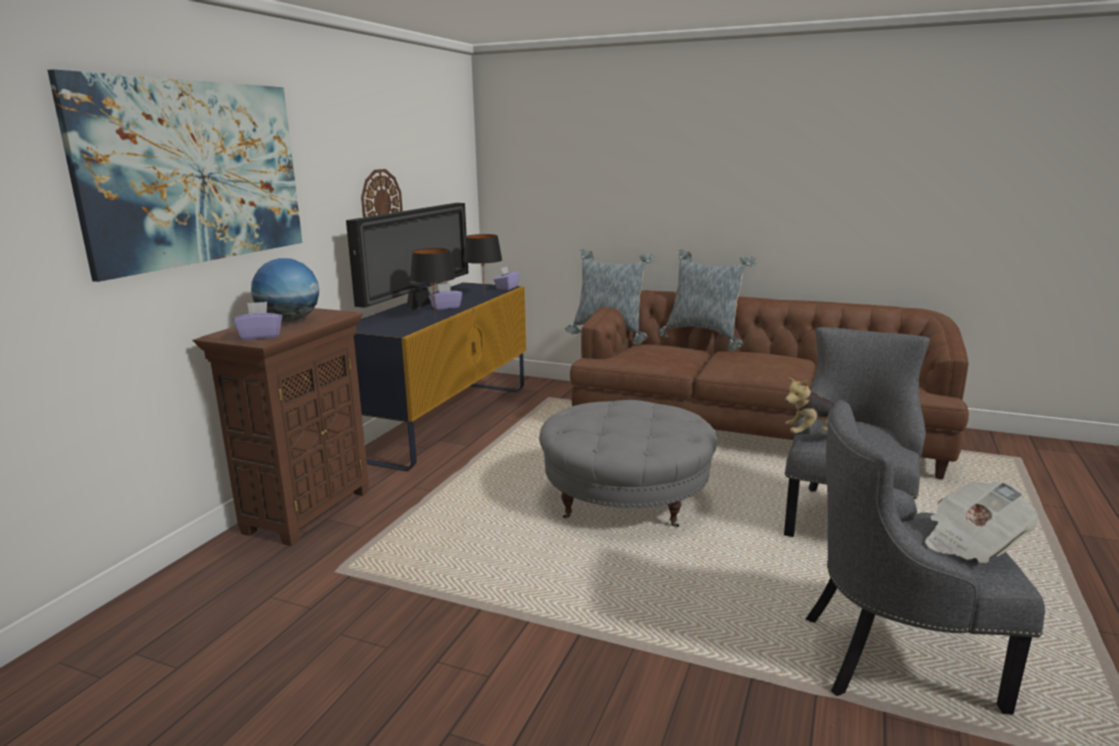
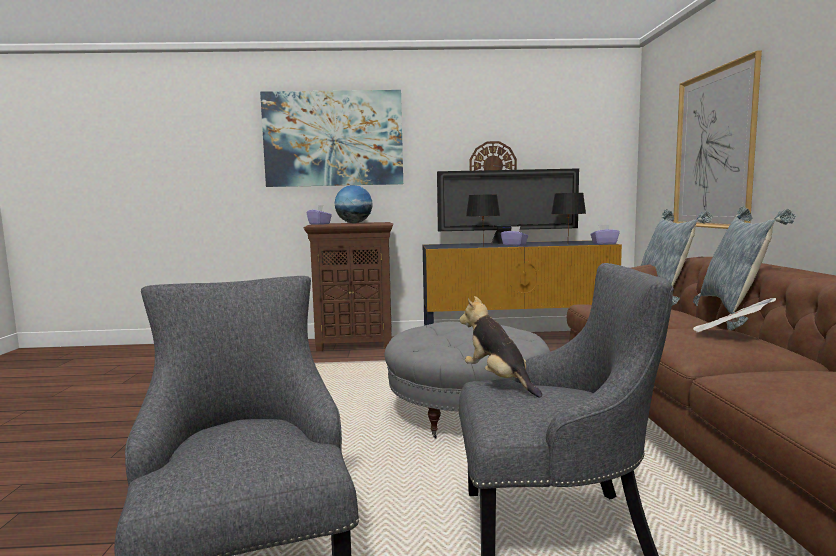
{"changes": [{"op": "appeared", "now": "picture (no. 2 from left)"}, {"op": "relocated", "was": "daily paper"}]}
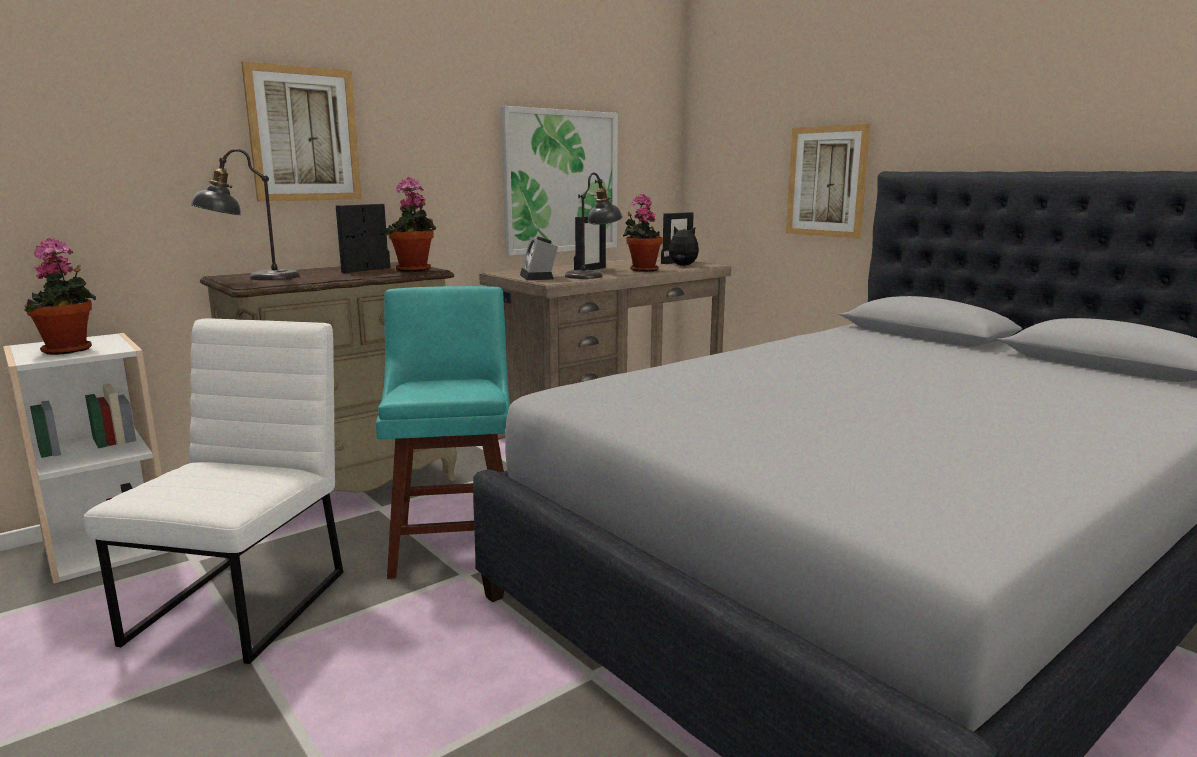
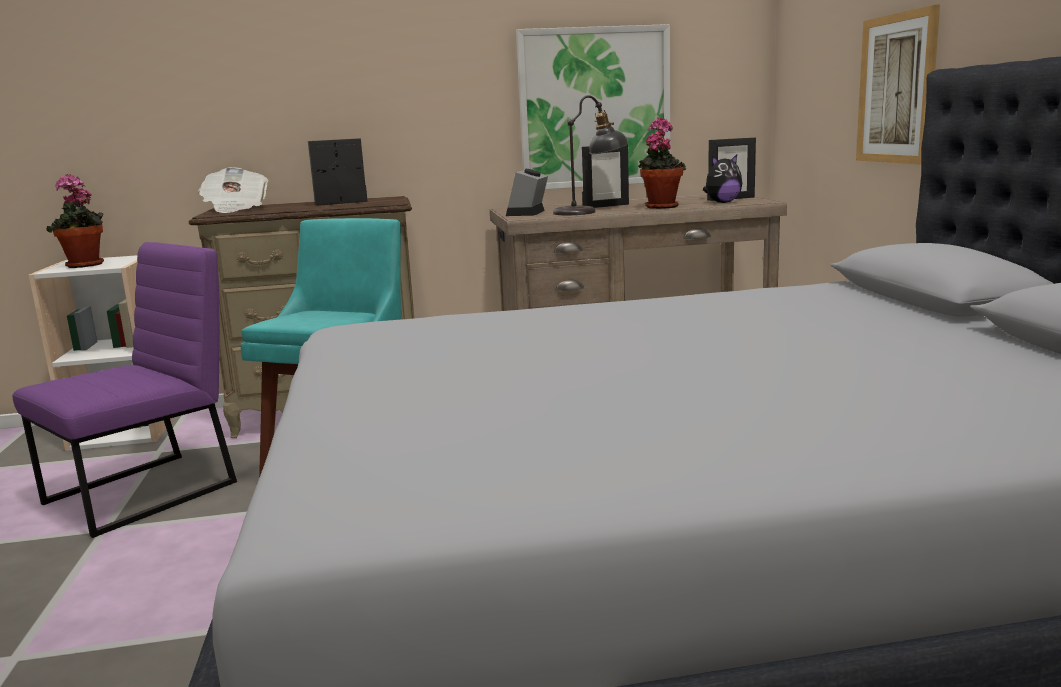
{"changes": [{"op": "colour", "was": "white-coloured chair", "now": "purple-coloured chair"}, {"op": "exchanged", "was": "greyish lamp for a table (no. 1 from left)", "now": "daily paper"}, {"op": "spun", "was": "plush toy", "clockwise": 105}, {"op": "missing", "was": "picture (no. 1 from left)"}, {"op": "missing", "was": "potted plant (no. 2 from left)"}]}
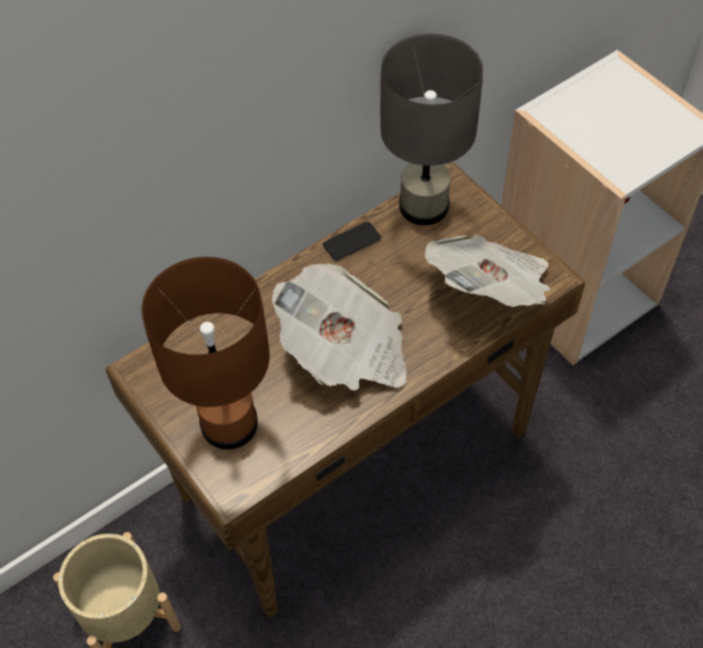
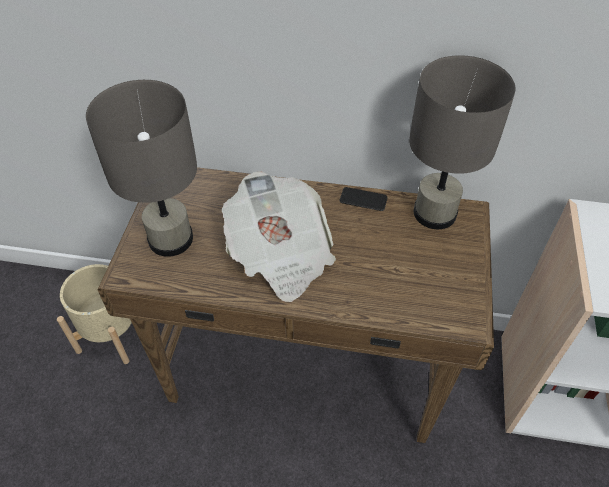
{"changes": [{"op": "colour", "was": "brownish lamp for a table", "now": "greyish lamp for a table (no. 1 from left)"}, {"op": "missing", "was": "daily paper (no. 2 from left)"}]}
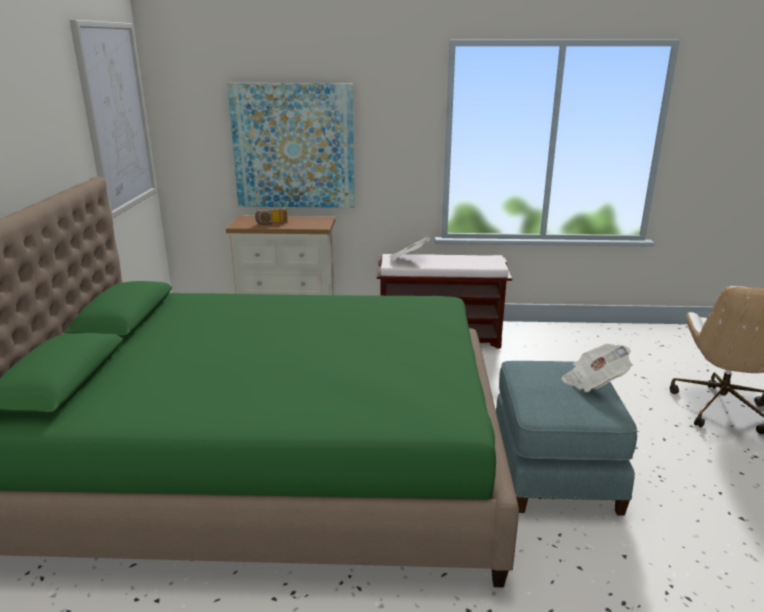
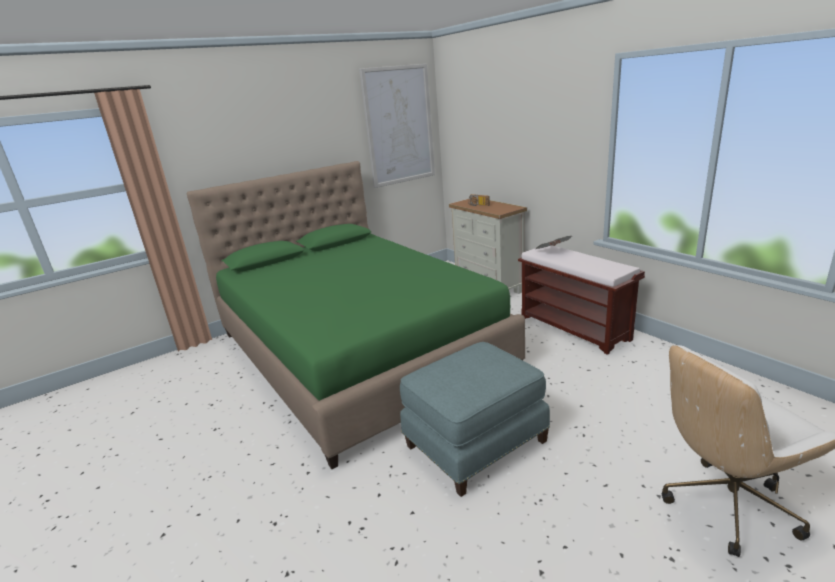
{"changes": [{"op": "missing", "was": "picture (no. 2 from left)"}, {"op": "missing", "was": "daily paper (no. 2 from left)"}]}
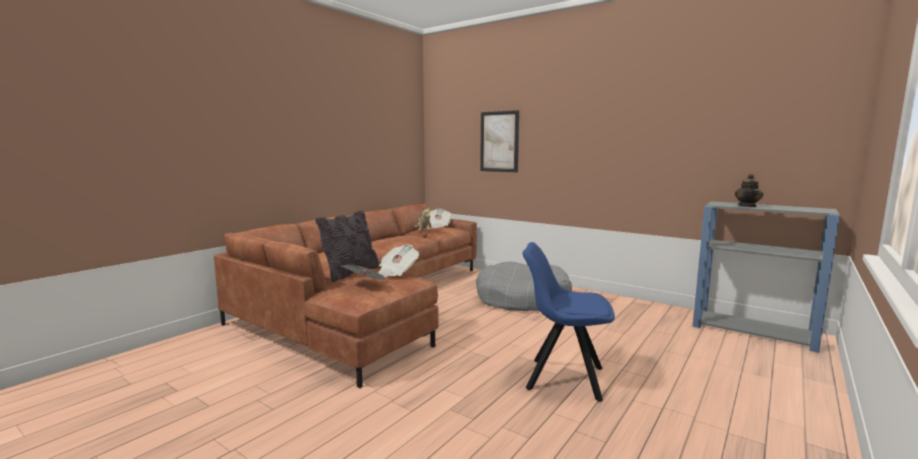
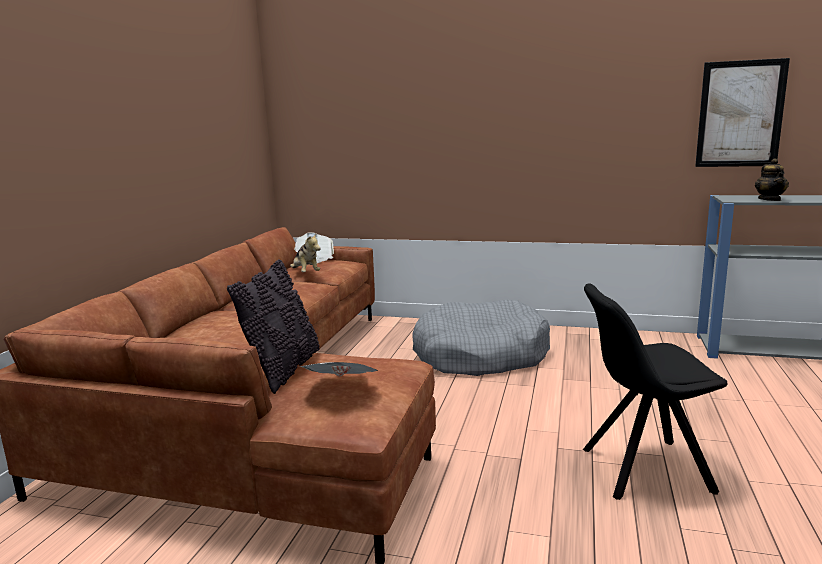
{"changes": [{"op": "colour", "was": "bluish chair", "now": "black-coloured chair"}, {"op": "relocated", "was": "picture"}, {"op": "missing", "was": "daily paper (no. 2 from left)"}]}
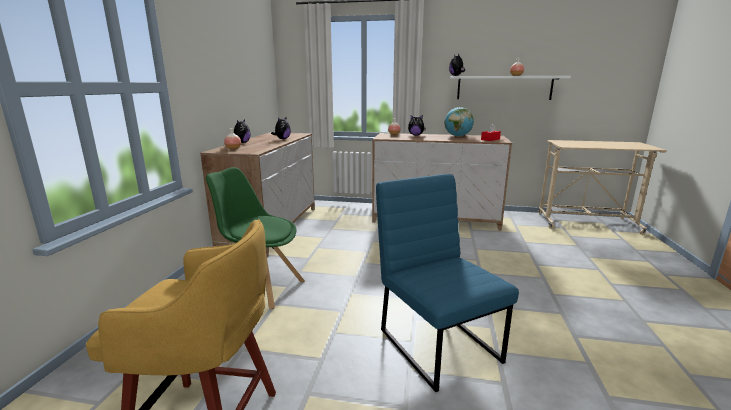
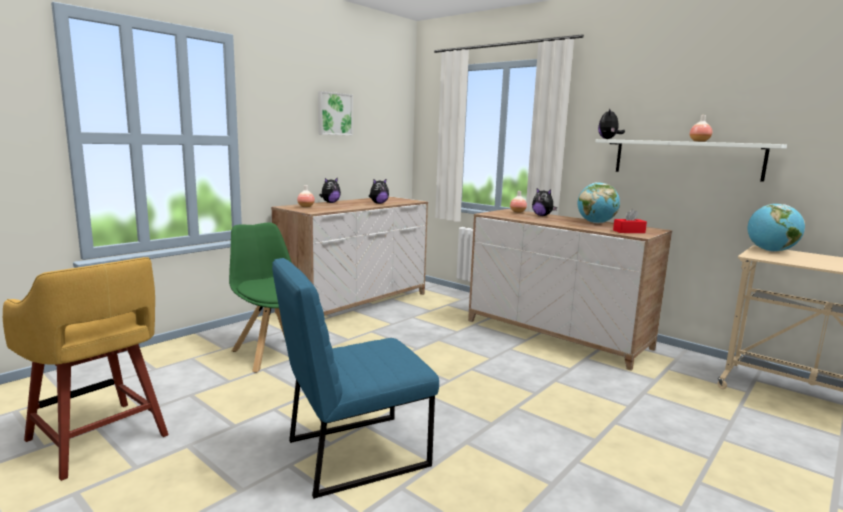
{"changes": [{"op": "spun", "was": "bluish chair", "clockwise": -120}, {"op": "appeared", "now": "picture"}, {"op": "appeared", "now": "world globe (no. 2 from left)"}]}
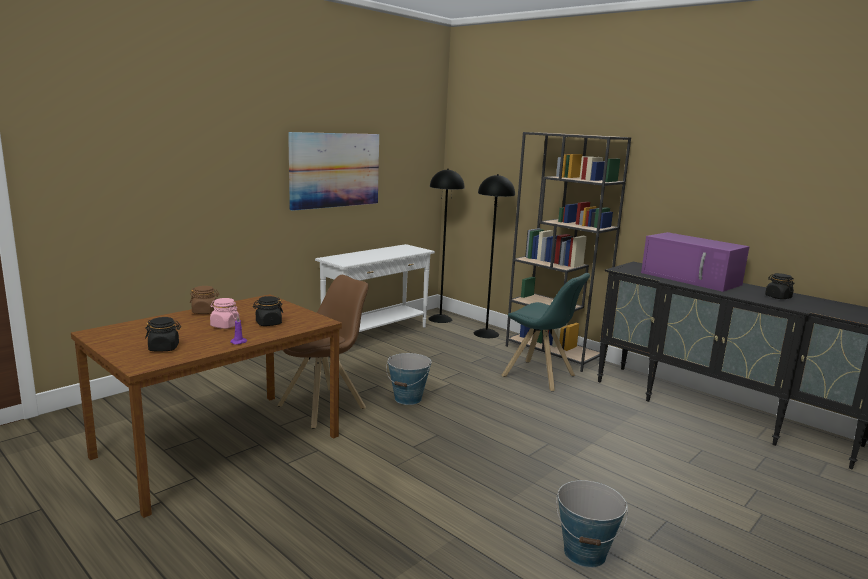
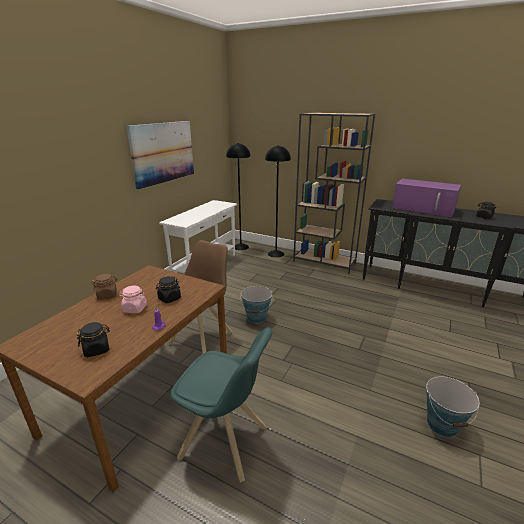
{"changes": [{"op": "relocated", "was": "blue-green chair"}]}
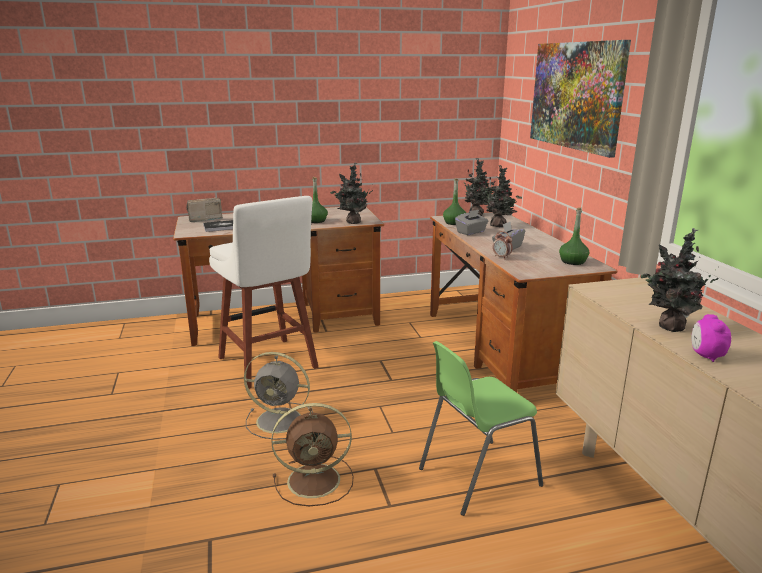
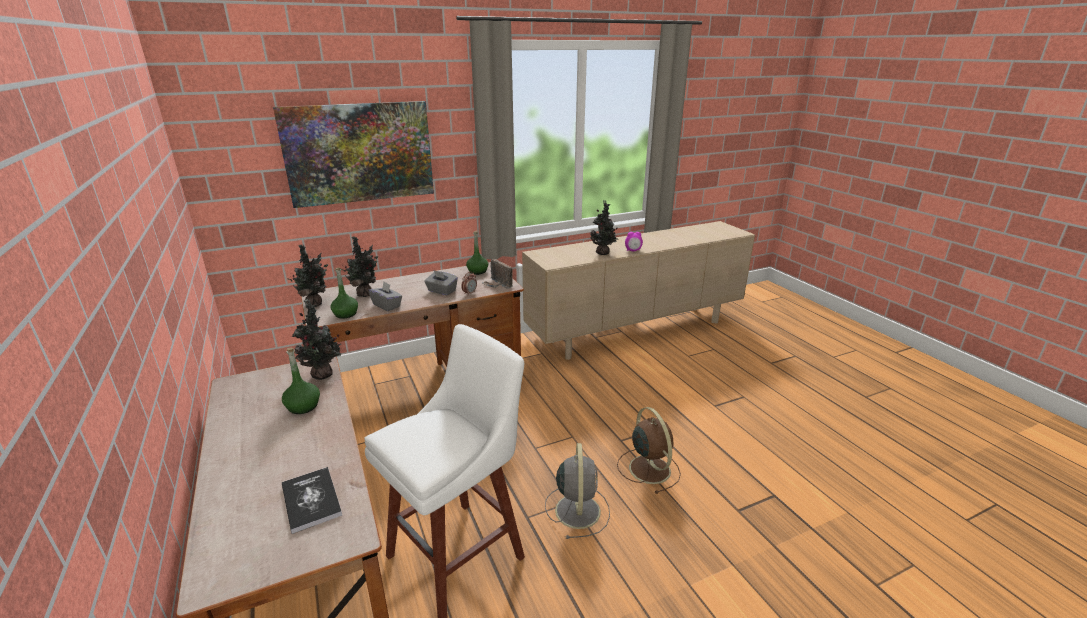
{"changes": [{"op": "relocated", "was": "radio"}, {"op": "missing", "was": "green-coloured chair"}]}
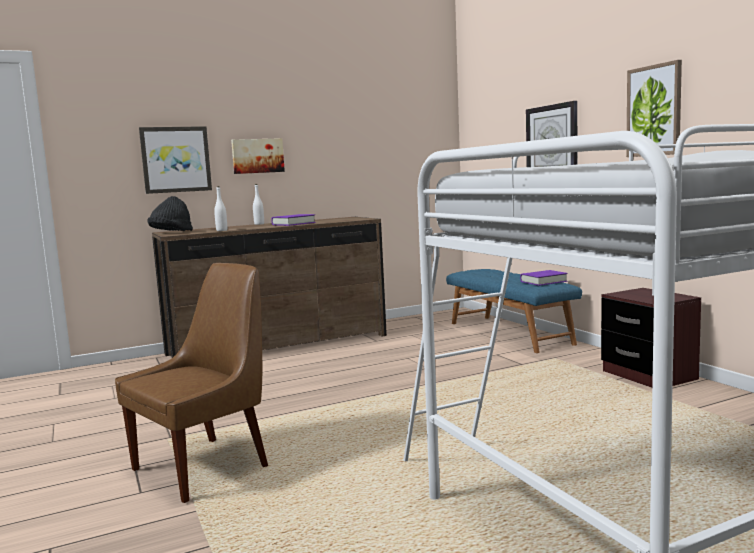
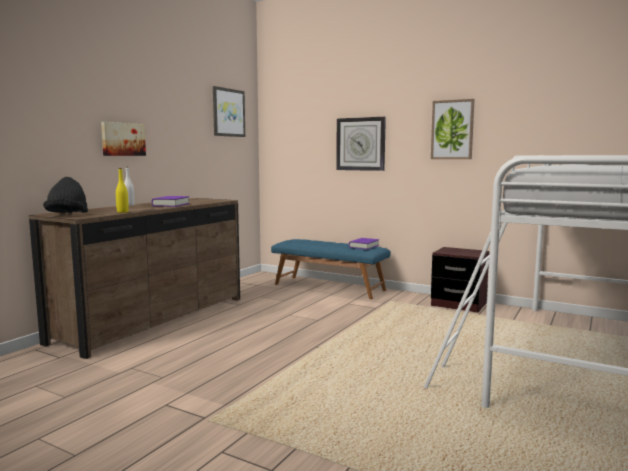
{"changes": [{"op": "colour", "was": "white-coloured drink bottle (no. 1 from left)", "now": "yellowish drink bottle"}, {"op": "relocated", "was": "picture (no. 1 from left in the first image)", "now": "picture (no. 2 from left)"}, {"op": "missing", "was": "brownish chair"}]}
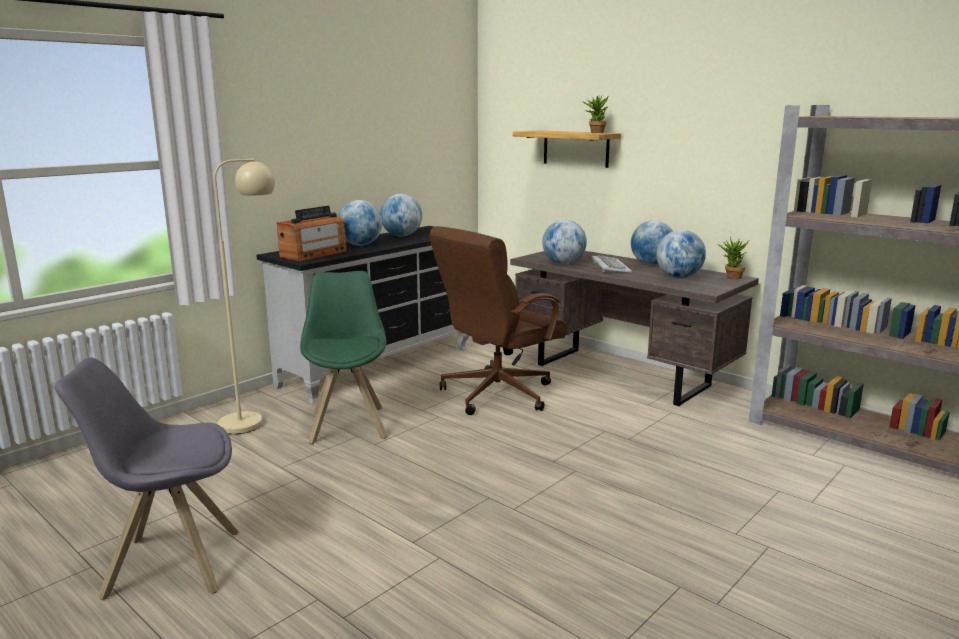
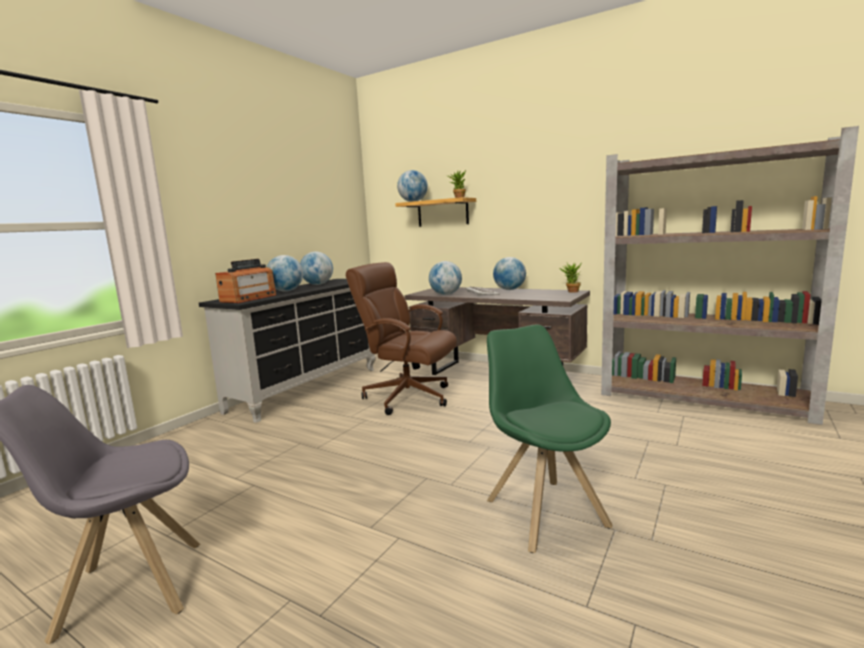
{"changes": [{"op": "spun", "was": "brownish office chair", "clockwise": 75}, {"op": "relocated", "was": "world globe (no. 5 from left in the first image)", "now": "world globe (no. 3 from left)"}, {"op": "relocated", "was": "green-coloured chair"}, {"op": "missing", "was": "sand-coloured standing lamp"}]}
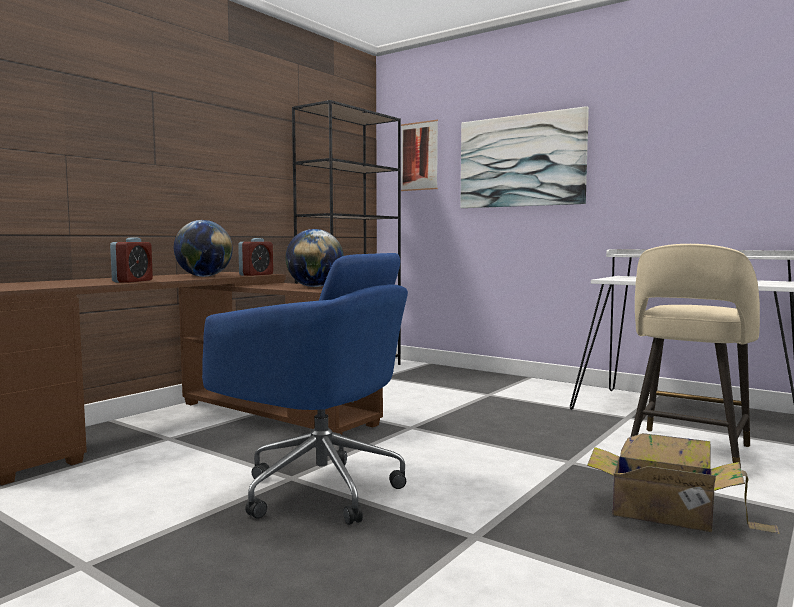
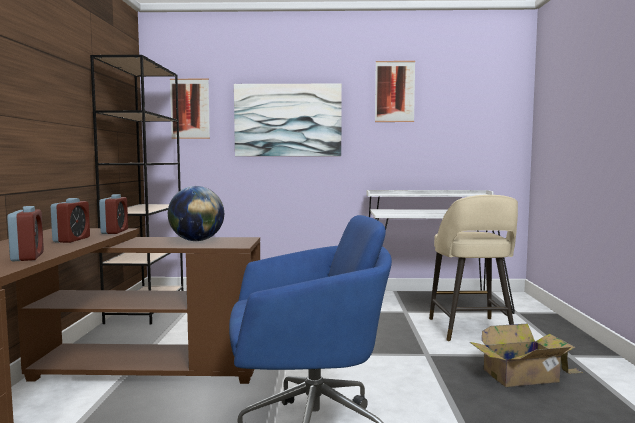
{"changes": [{"op": "exchanged", "was": "world globe (no. 1 from left)", "now": "alarm clock (no. 2 from left)"}, {"op": "appeared", "now": "picture (no. 3 from left)"}]}
